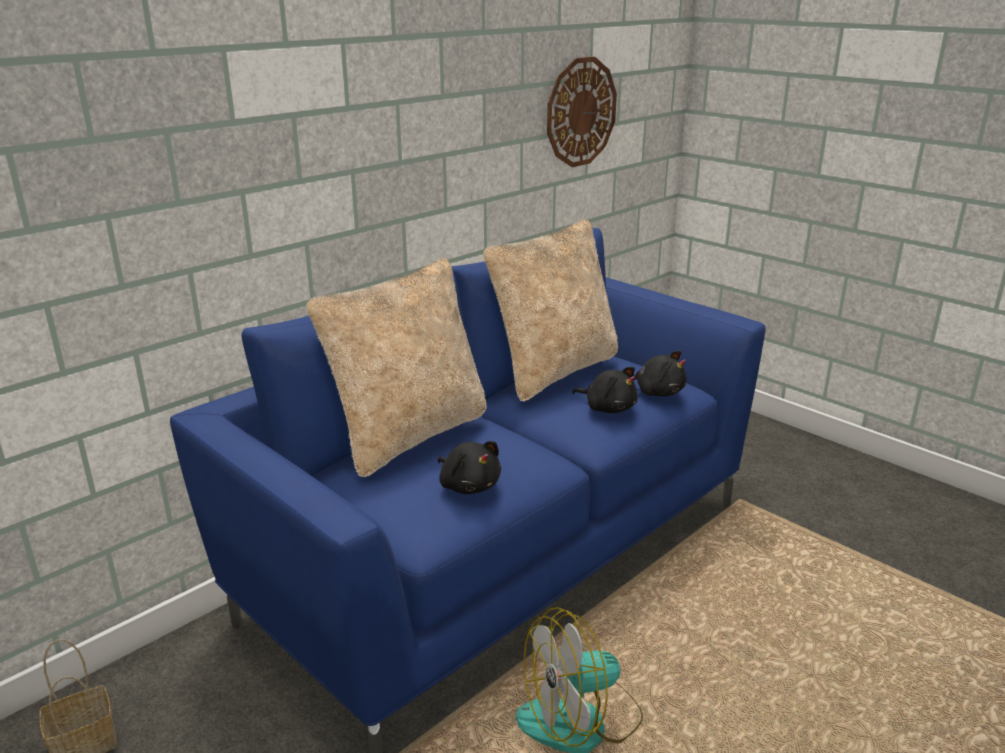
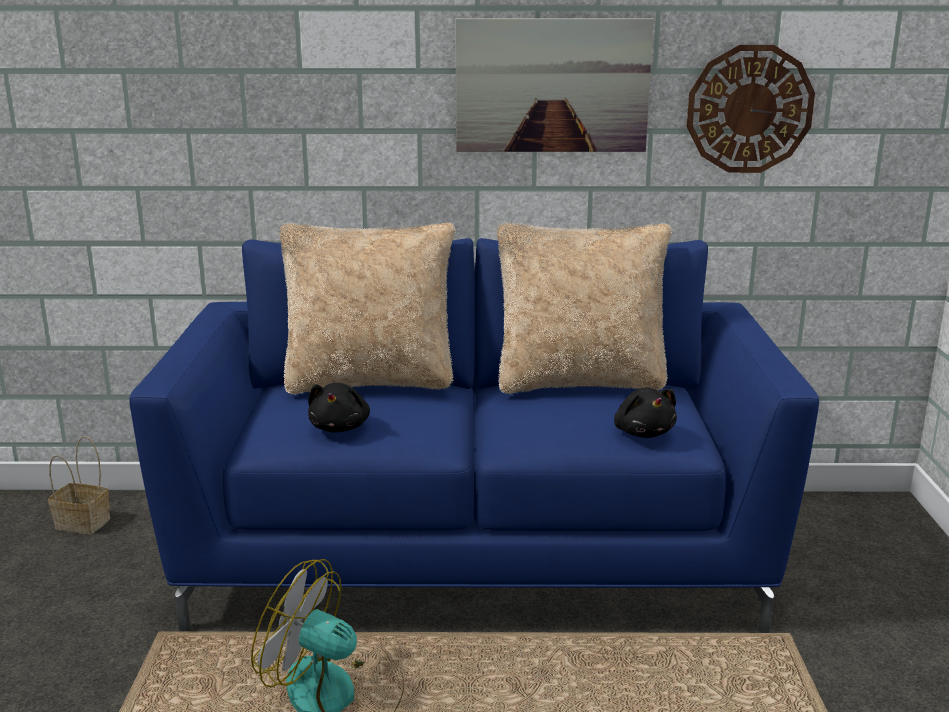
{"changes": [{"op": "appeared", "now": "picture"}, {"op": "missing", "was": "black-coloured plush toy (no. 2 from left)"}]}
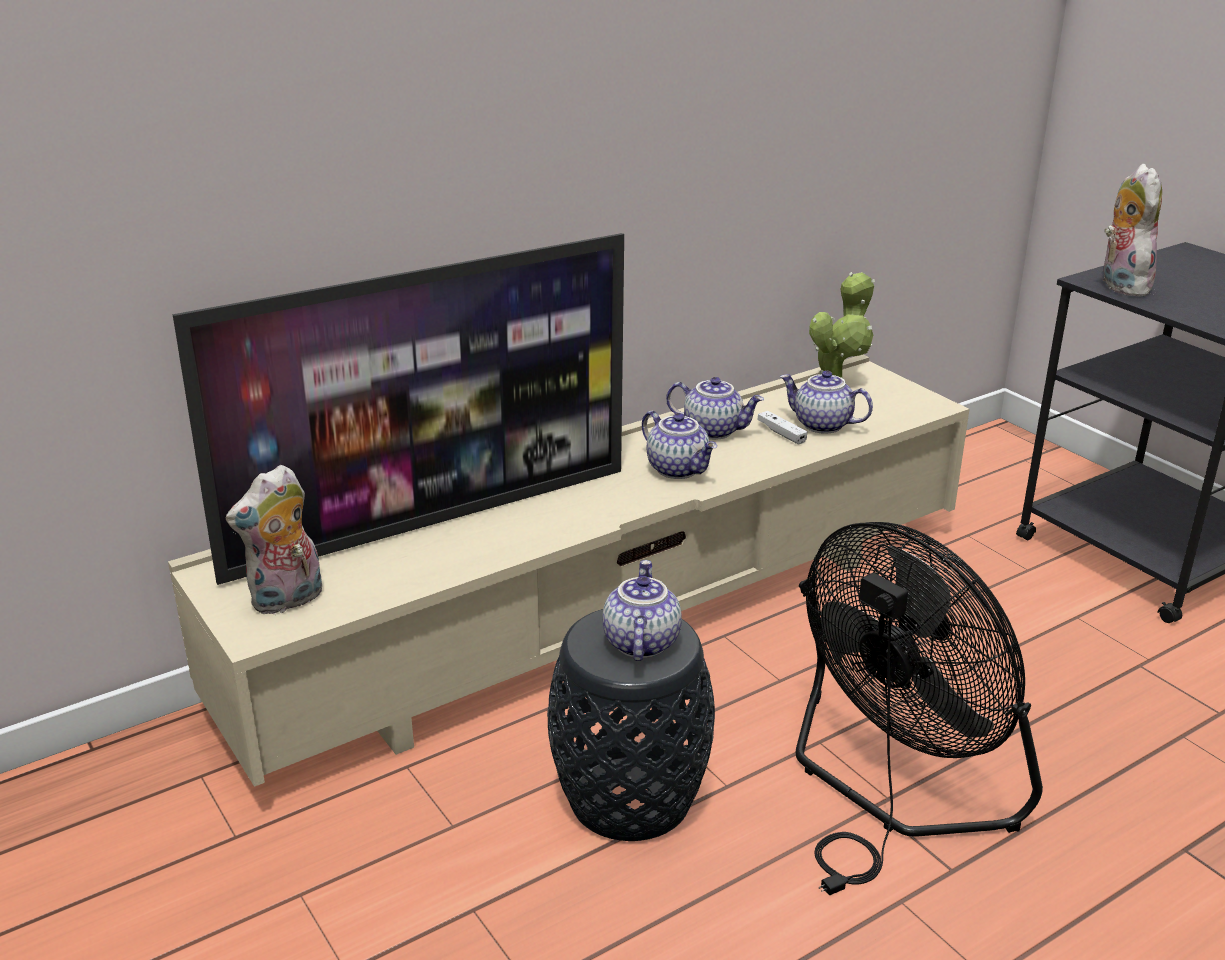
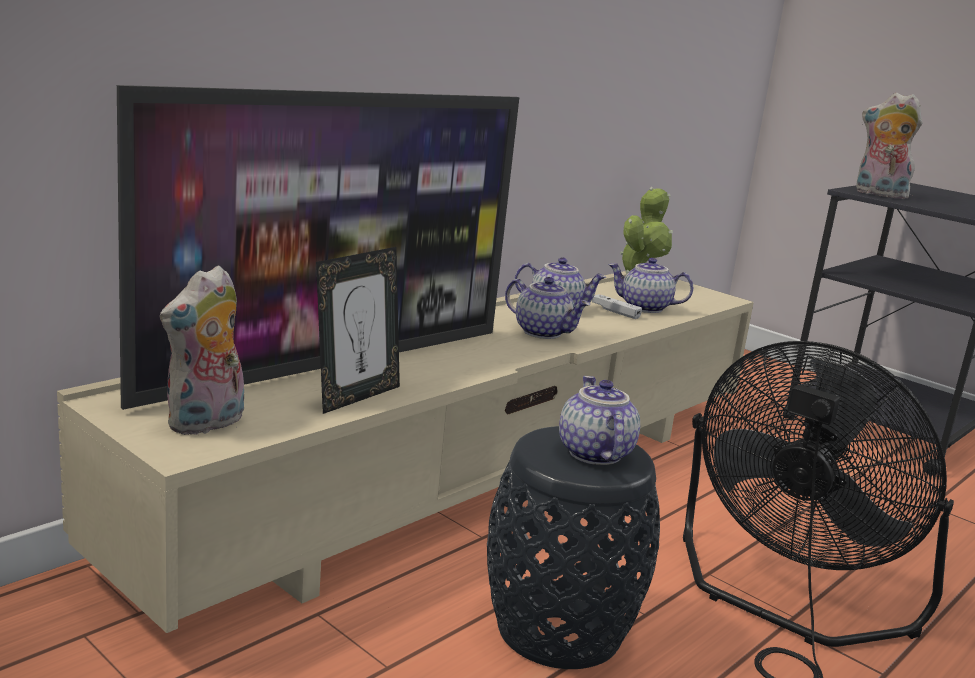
{"changes": [{"op": "appeared", "now": "picture frame"}, {"op": "spun", "was": "plush toy (no. 2 from left)", "clockwise": -45}]}
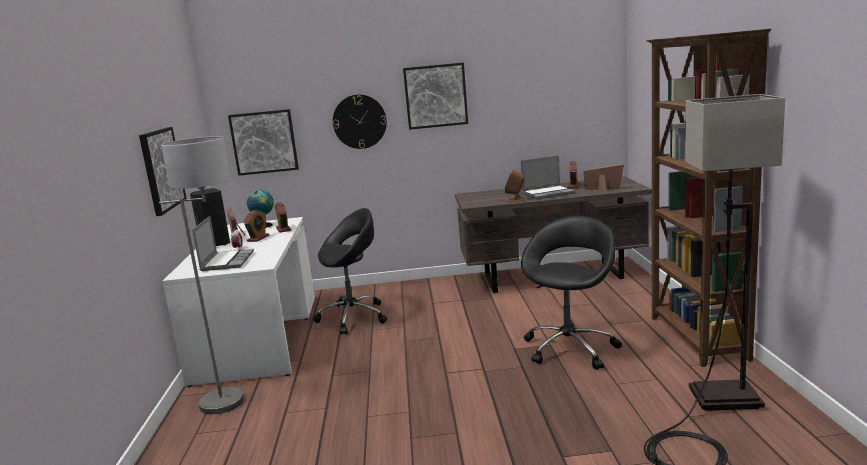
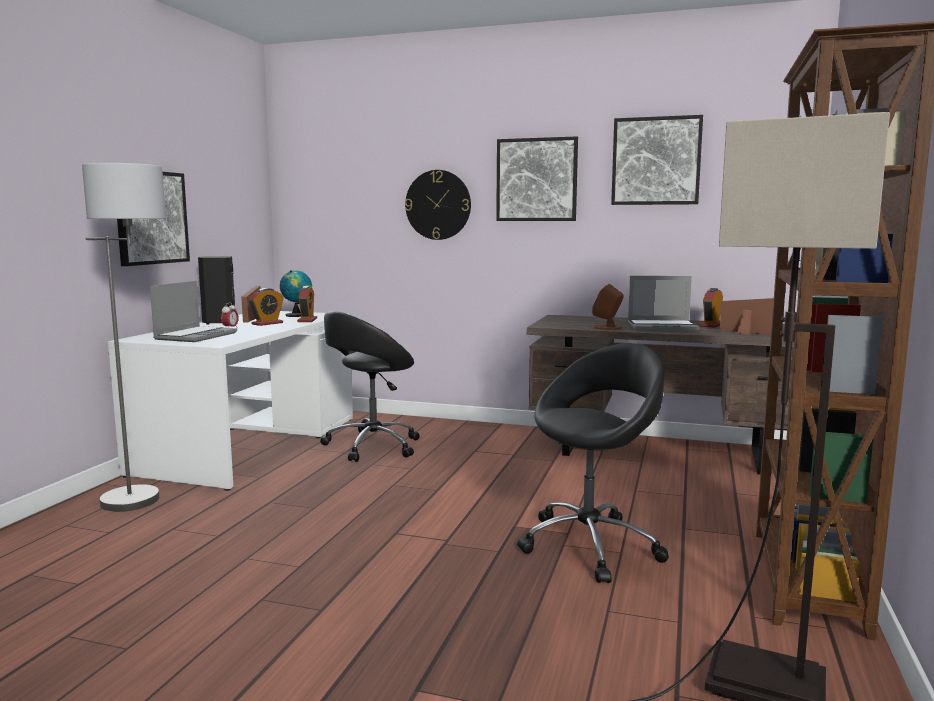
{"changes": [{"op": "spun", "was": "black-coloured office chair (no. 1 from left)", "clockwise": 135}, {"op": "relocated", "was": "picture (no. 2 from left in the first image)", "now": "picture (no. 3 from left)"}]}
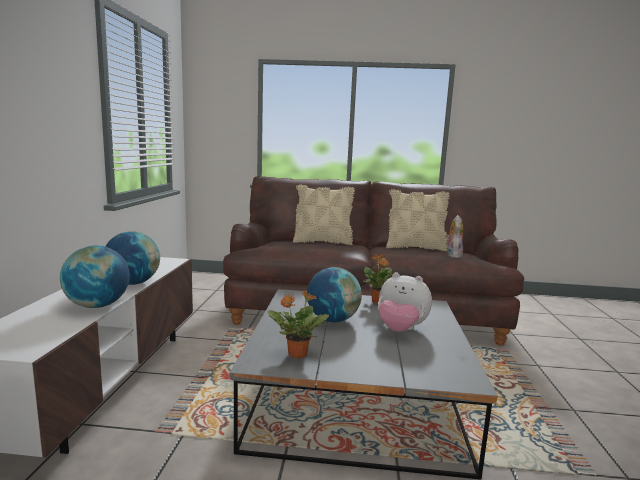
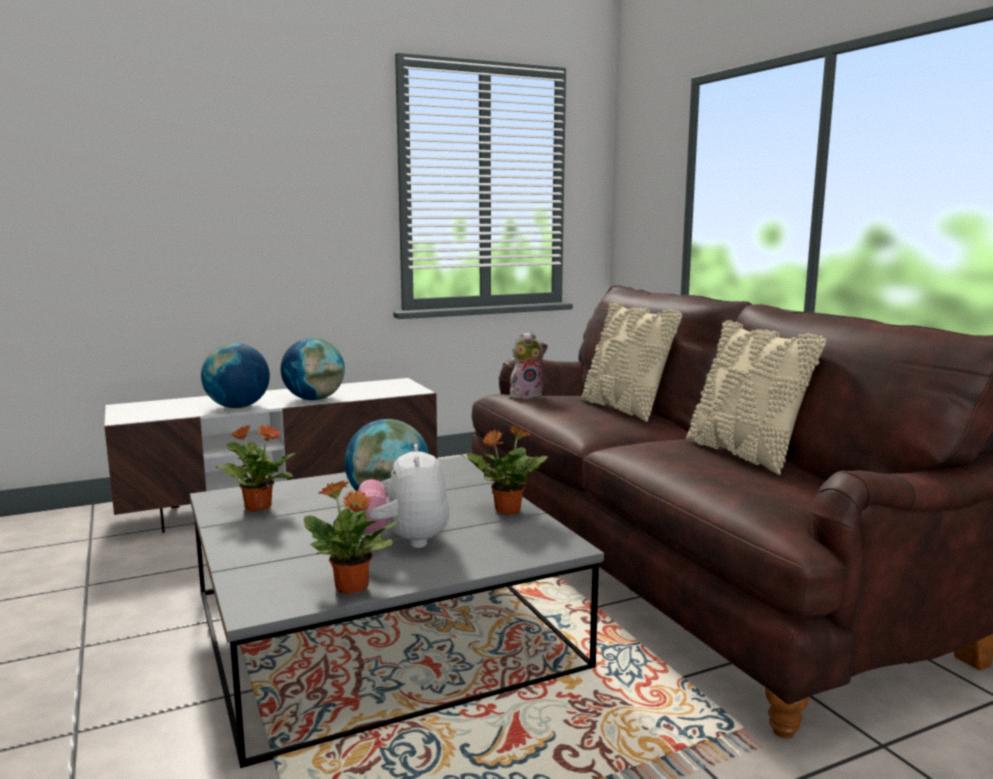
{"changes": [{"op": "appeared", "now": "potted plant (no. 2 from left)"}, {"op": "relocated", "was": "plush toy (no. 2 from left)"}]}
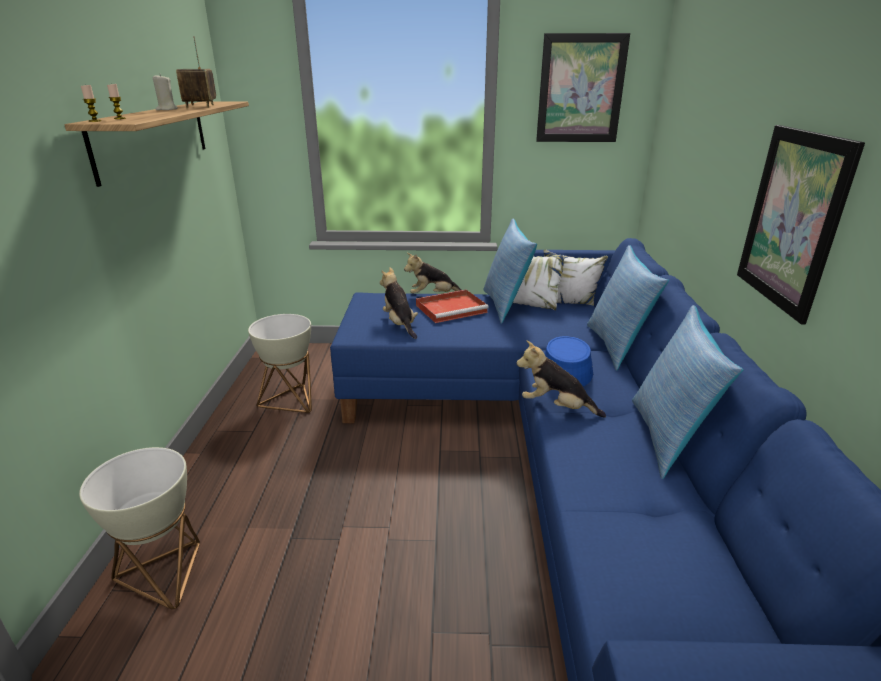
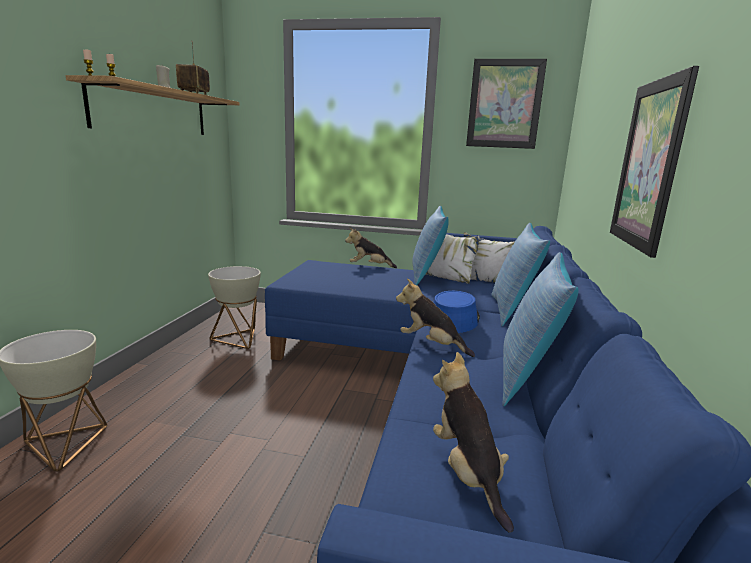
{"changes": [{"op": "relocated", "was": "plush toy (no. 1 from left in the first image)", "now": "plush toy (no. 3 from left)"}, {"op": "missing", "was": "red-coloured tray"}]}
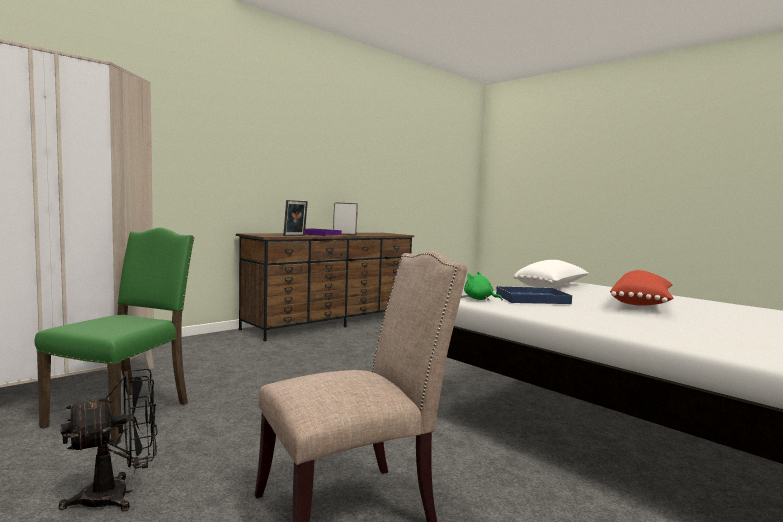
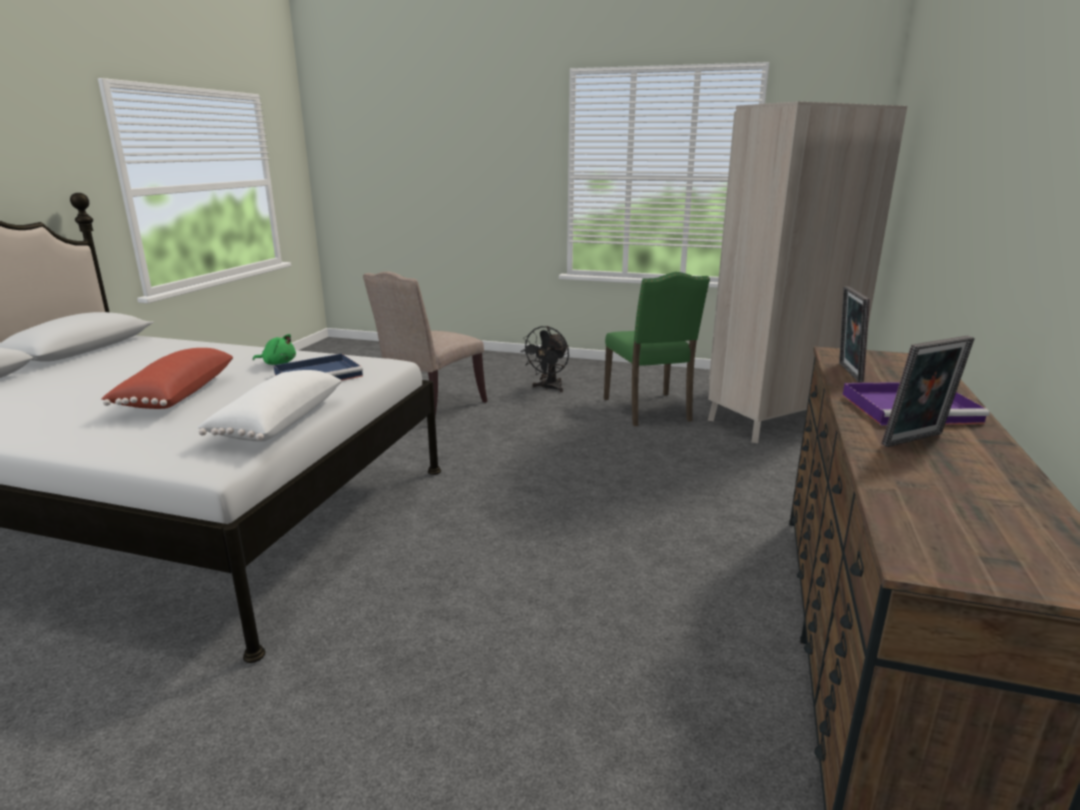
{"changes": [{"op": "relocated", "was": "green-coloured plush toy"}]}
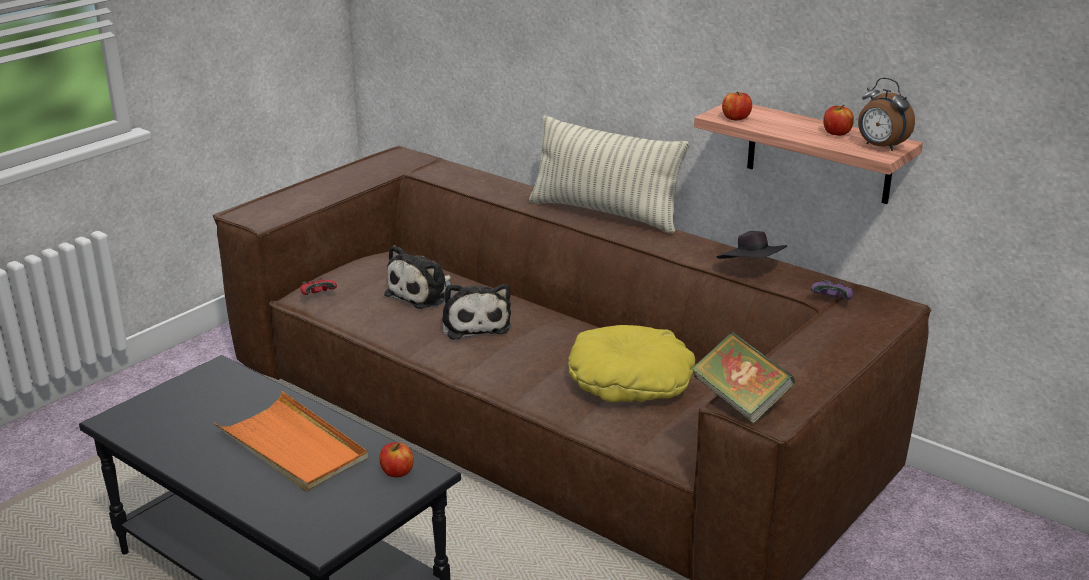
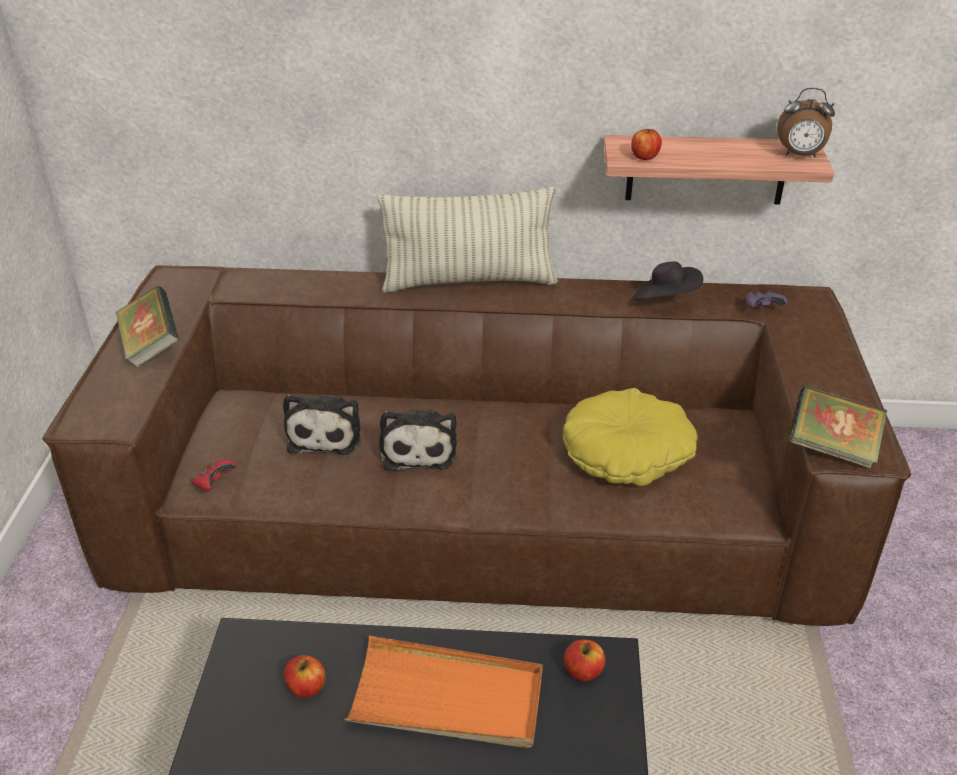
{"changes": [{"op": "appeared", "now": "volume (no. 1 from left)"}, {"op": "relocated", "was": "apple (no. 3 from left in the first image)", "now": "apple (no. 1 from left)"}, {"op": "spun", "was": "plush toy (no. 2 from left)", "clockwise": 45}]}
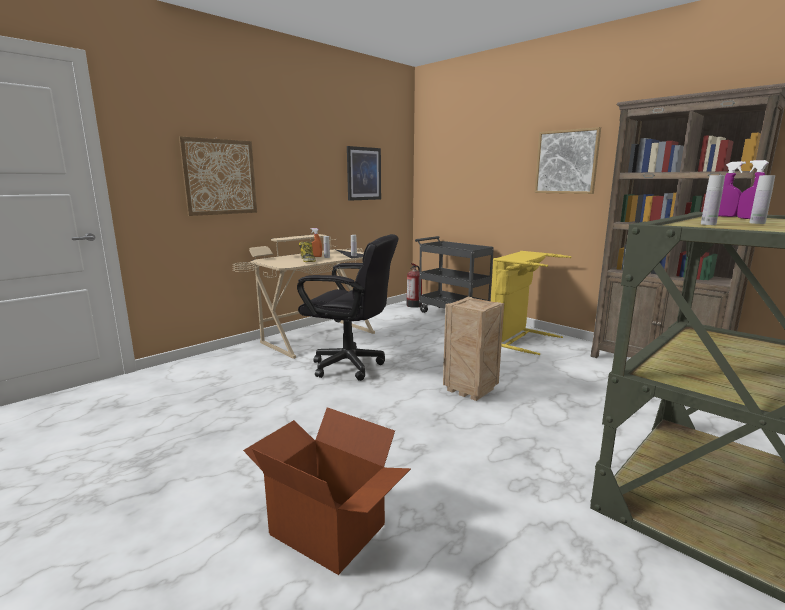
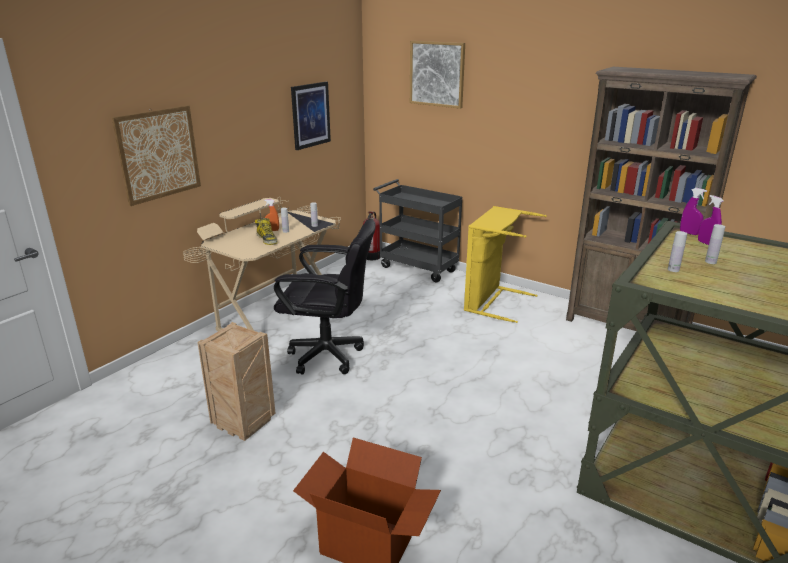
{"changes": [{"op": "relocated", "was": "shipping crate"}, {"op": "relocated", "was": "picture (no. 3 from left)"}]}
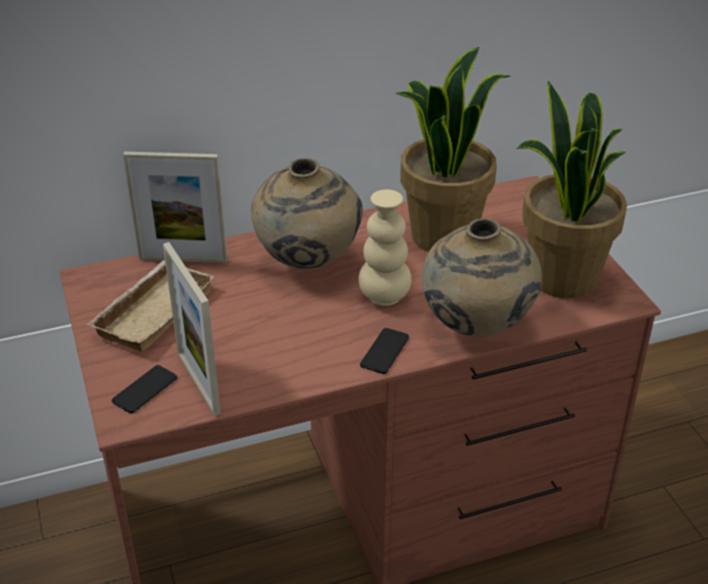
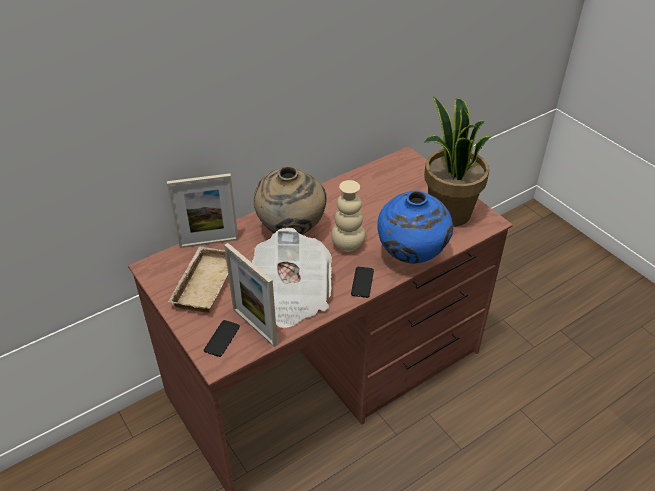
{"changes": [{"op": "appeared", "now": "daily paper"}, {"op": "colour", "was": "sand-coloured decorative vase (no. 3 from left)", "now": "bluish decorative vase"}, {"op": "missing", "was": "potted plant (no. 1 from left)"}]}
